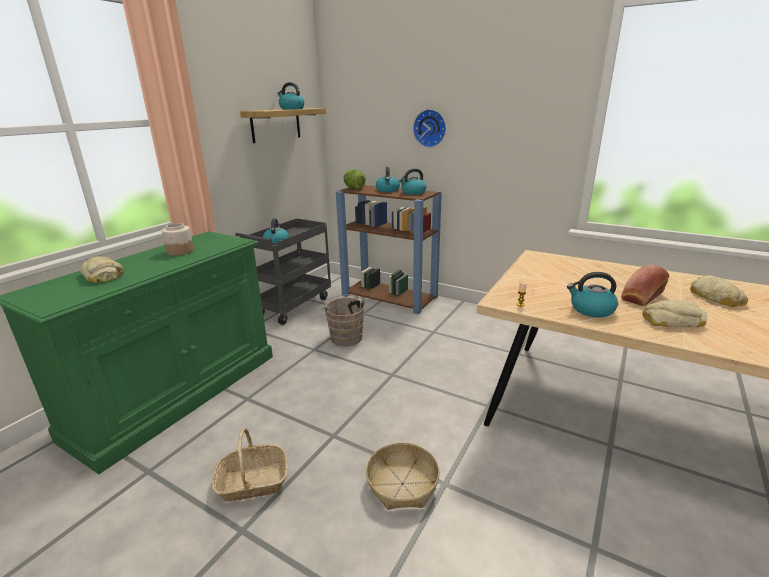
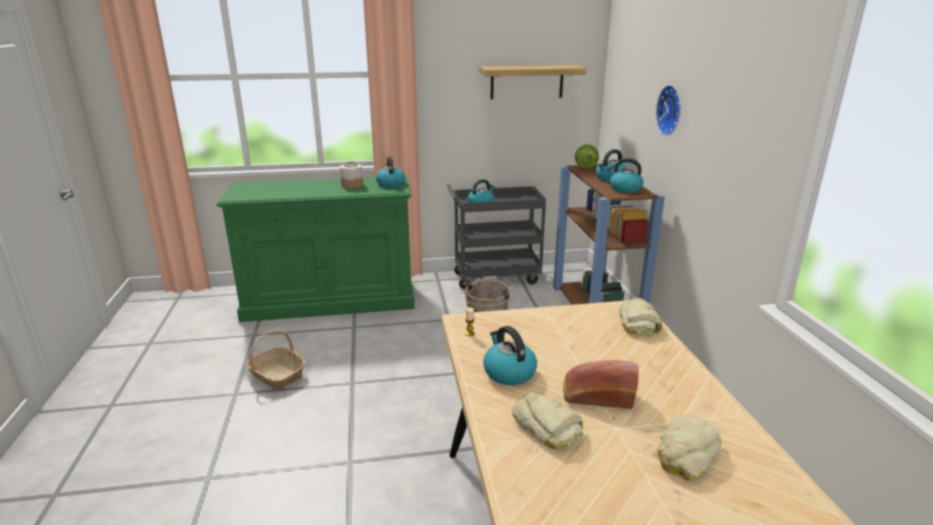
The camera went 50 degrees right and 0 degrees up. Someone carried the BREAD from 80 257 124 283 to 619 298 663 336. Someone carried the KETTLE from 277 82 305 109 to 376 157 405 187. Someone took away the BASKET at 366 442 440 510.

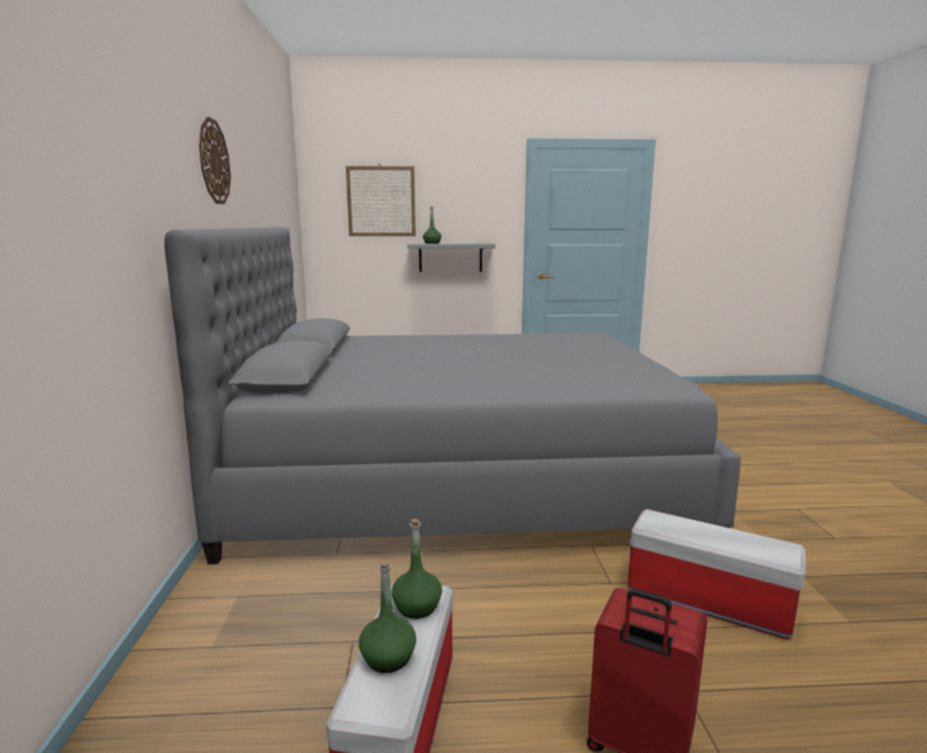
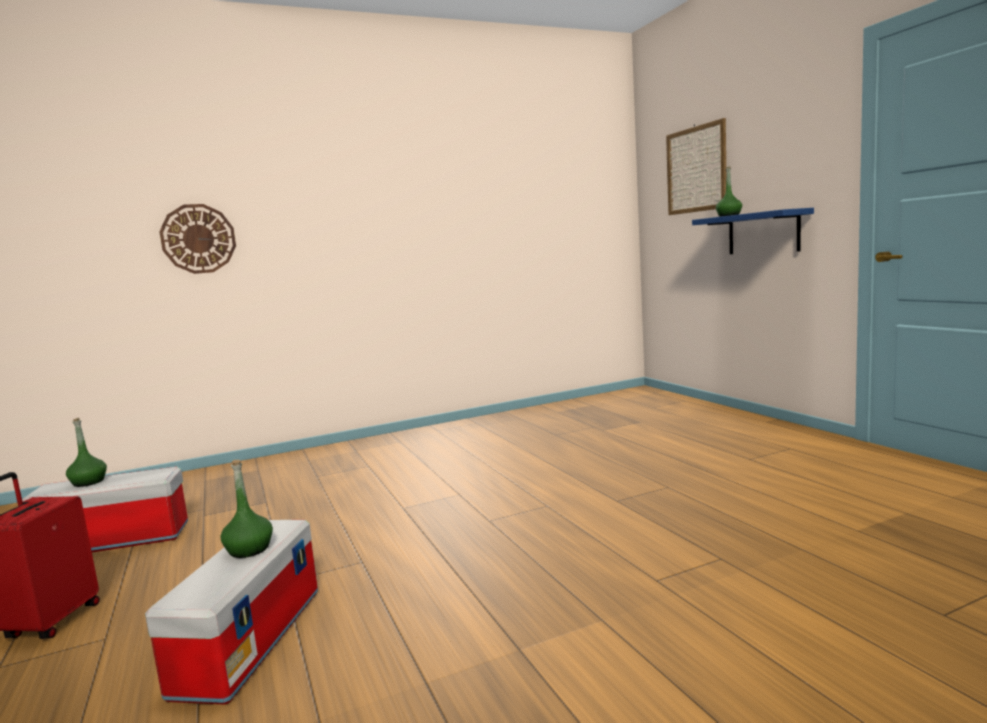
The camera went 70 degrees right and 5 degrees down. Someone took away the GREY BED at 164 227 741 564. Someone carried the WALL CLOCK from 199 117 231 204 to 159 204 236 274. Someone carried the GREEN BOTTLE from 392 519 442 619 to 221 460 273 558. Someone repainted the GREY SHELF at 407 243 496 272, which became the BLUE SHELF at 692 208 814 254.

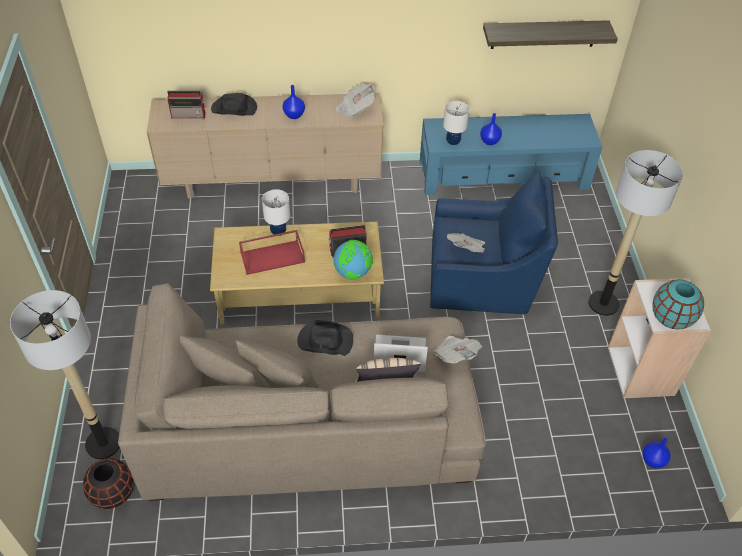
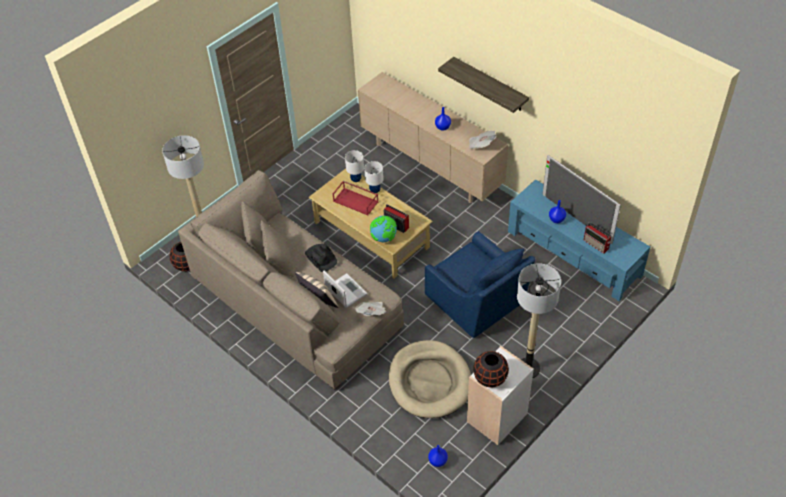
The camera went 50 degrees right and 0 degrees up. Someone carried the RADIO from 167 91 206 119 to 584 223 612 254. Someone took away the BLACK HAT at 211 93 257 116. Someone carried the WHITE TABLE LAMP from 443 101 470 145 to 345 150 364 182. Someone took away the NEWSPAPER at 447 233 485 253. Someone carried the SHELF from 483 20 618 49 to 438 57 529 113. Someone repainted the TURQUOISE VASE at 653 279 704 329, which became the BLACK VASE at 473 351 509 388. Someone put down the BEIGE DOG BED at 389 340 471 418. Someone put down the TELEVISION at 542 155 621 244.

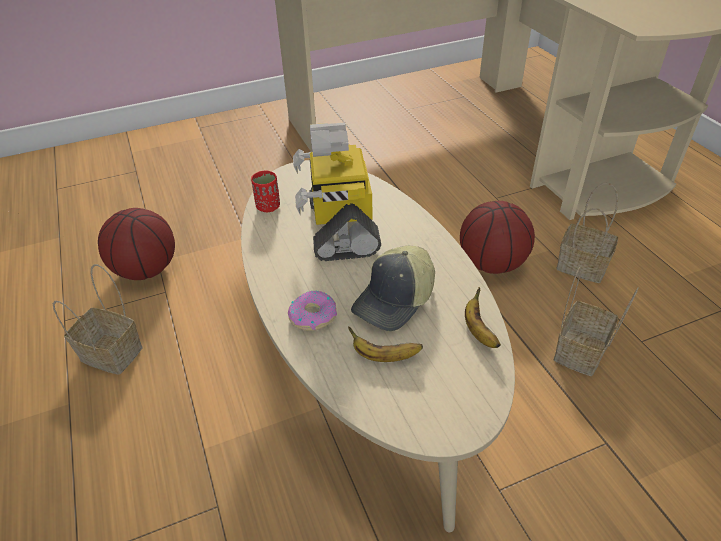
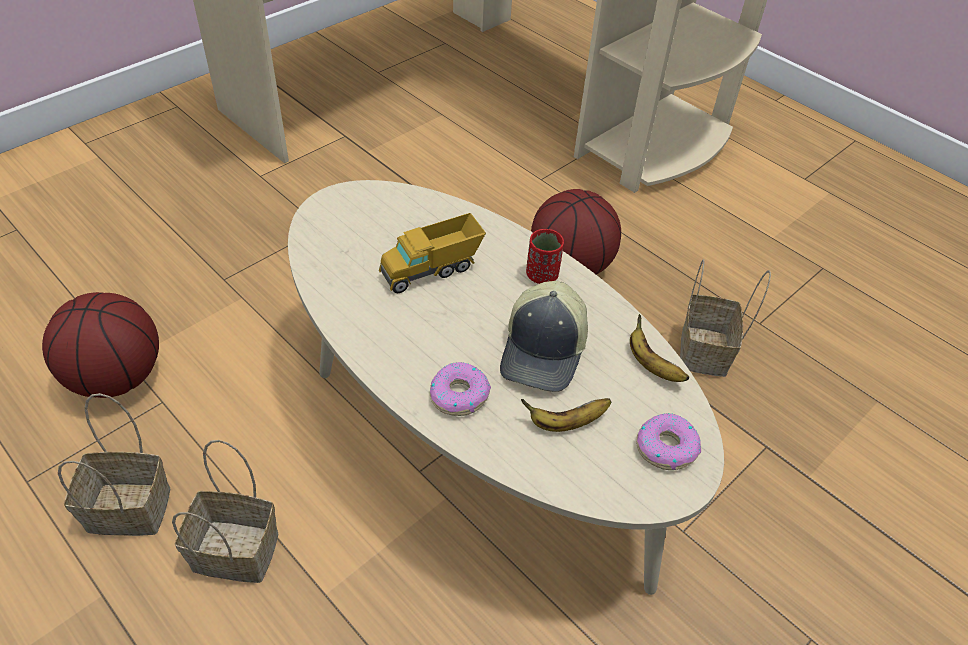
The camera went 25 degrees left and 5 degrees up. Someone carried the RED CUP from 251 171 280 212 to 526 229 564 284. Someone swapped the TOY ROBOT at 293 123 381 261 for the TOY TRUCK at 379 213 486 293. Someone carried the BASKET from 556 183 618 283 to 172 440 278 583. Someone put down the DONUT at 636 413 701 470.

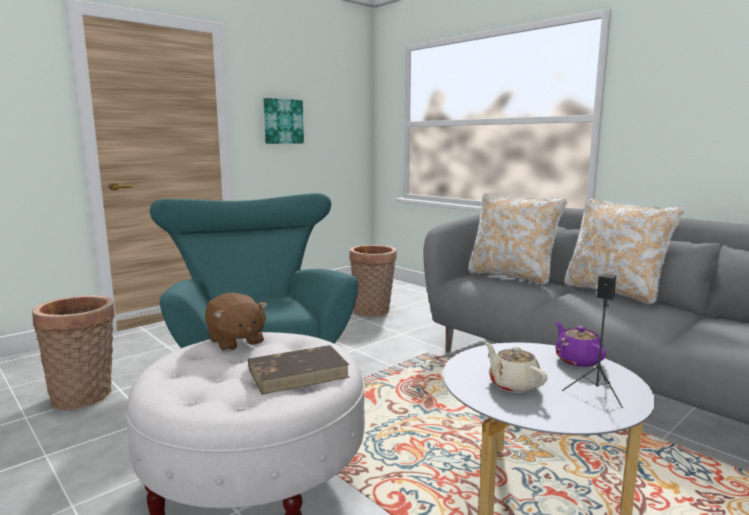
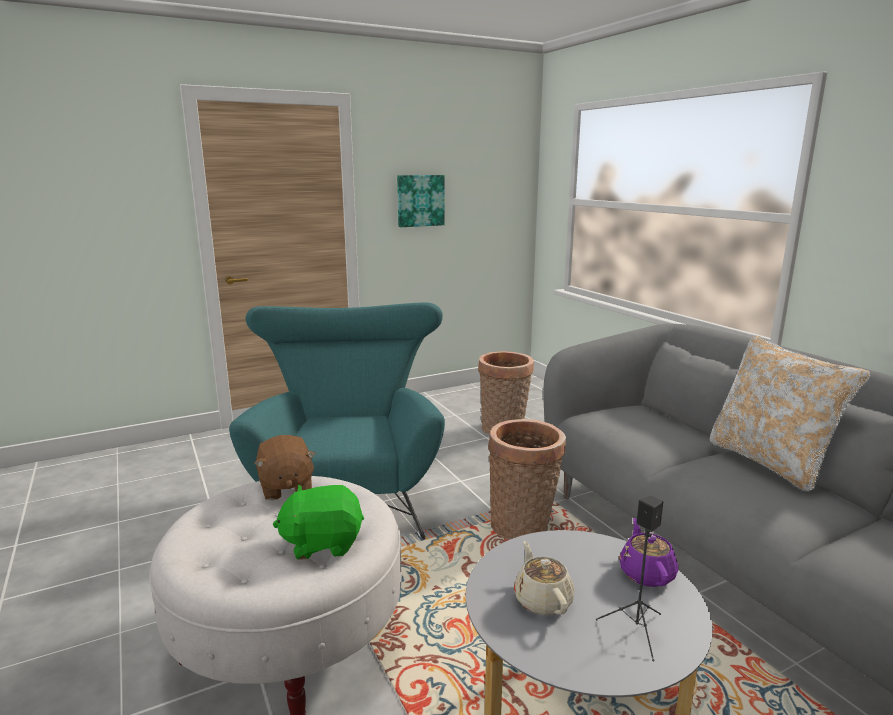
The camera went 15 degrees right and 5 degrees up. Someone carried the BASKET from 32 295 115 410 to 488 419 566 540. Someone swapped the BROWN BOOK at 248 345 350 395 for the GREEN PLUSH TOY at 272 485 364 560. Someone took away the WHITE PILLOW at 468 192 568 285.

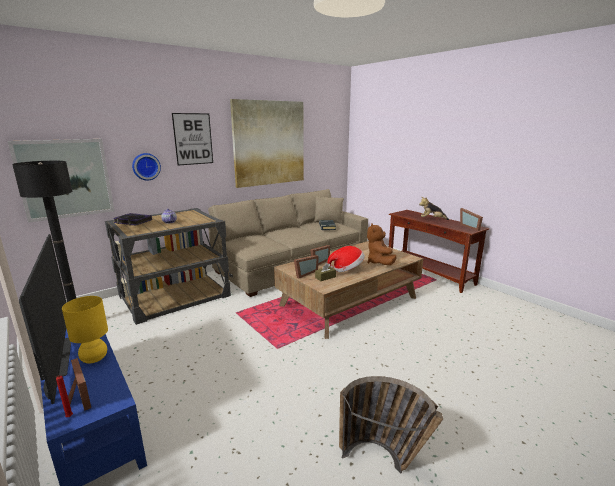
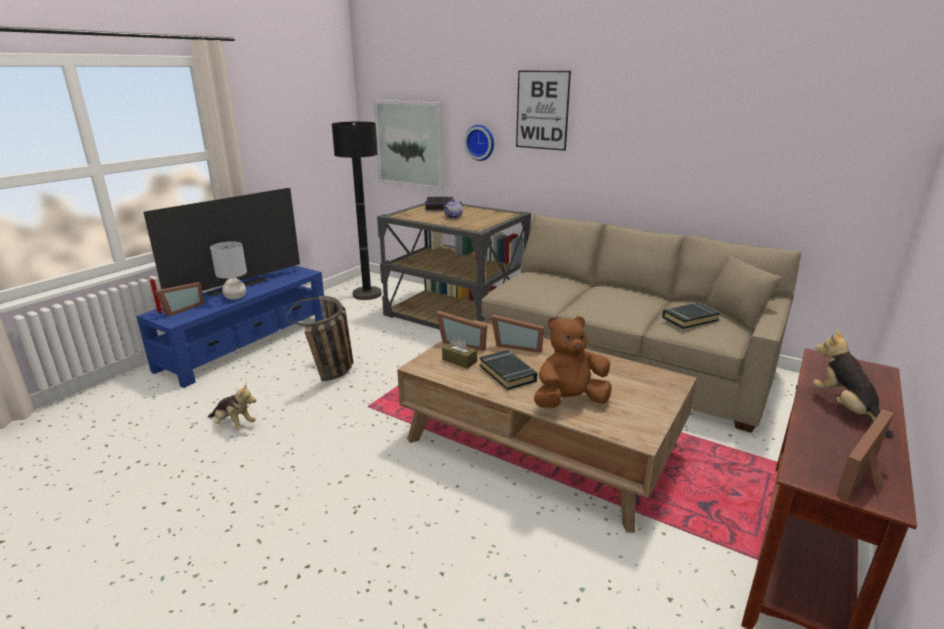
The camera went 70 degrees right and 5 degrees up. Someone repainted the YELLOW TABLE LAMP at 62 296 108 363, which became the GREY TABLE LAMP at 210 242 247 300. Someone took away the PICTURE at 230 99 304 188. Someone swapped the HAT at 327 246 365 272 for the BLACK BOOK at 479 350 537 390. Someone carried the BASKET from 339 376 443 473 to 287 296 353 381. Someone put down the PLUSH TOY at 208 384 256 429.

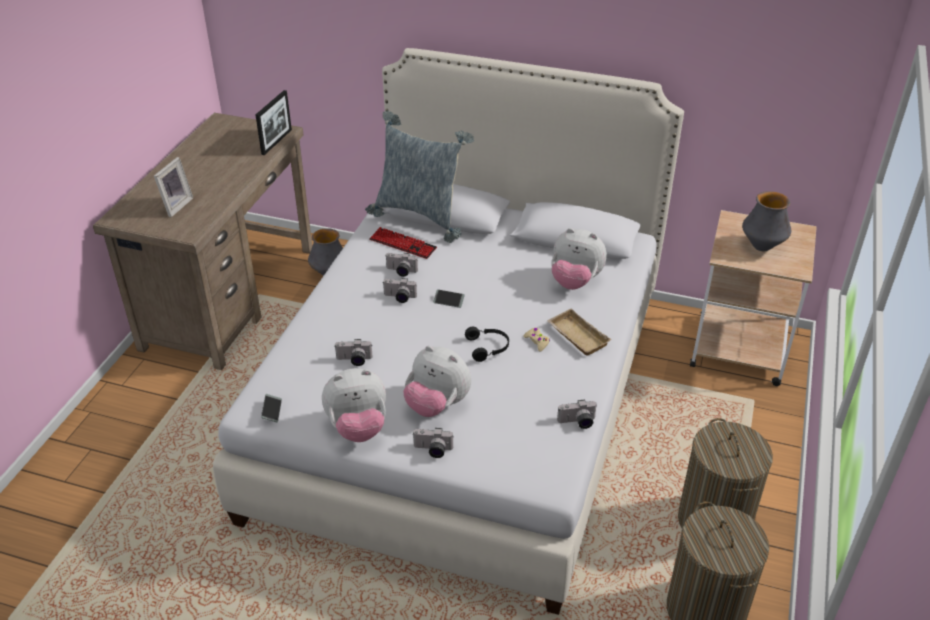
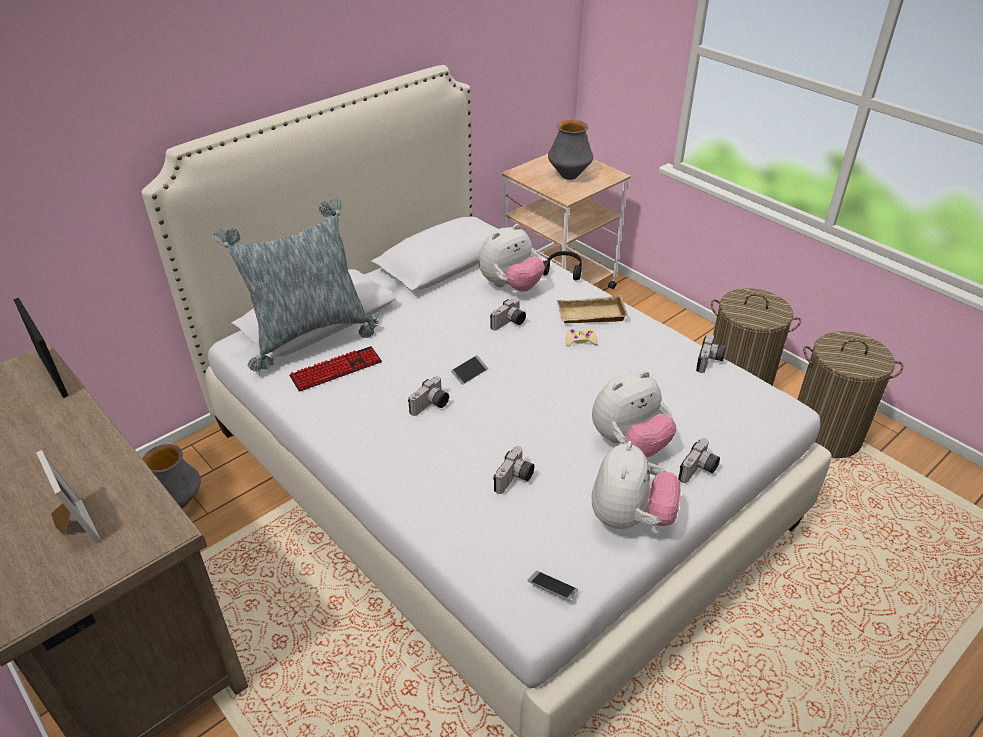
The camera went 60 degrees left and 0 degrees up. Someone carried the PHOTO CAMERA from 385 253 418 277 to 490 298 526 331. Someone carried the BLACK HEADPHONES from 465 327 509 362 to 543 251 582 280.

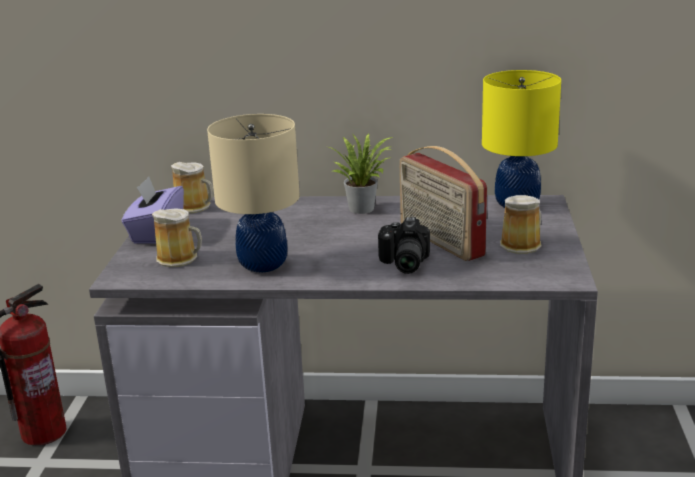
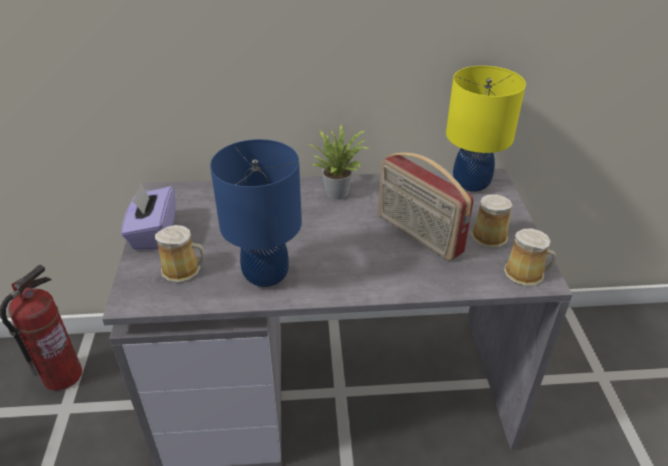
The camera went 10 degrees left and 15 degrees up. Someone carried the MUG from 171 162 213 213 to 504 228 556 286. Someone repainted the BEIGE TABLE LAMP at 207 114 300 273, which became the BLUE TABLE LAMP at 210 139 302 287. Someone took away the PHOTO CAMERA at 378 217 430 274.

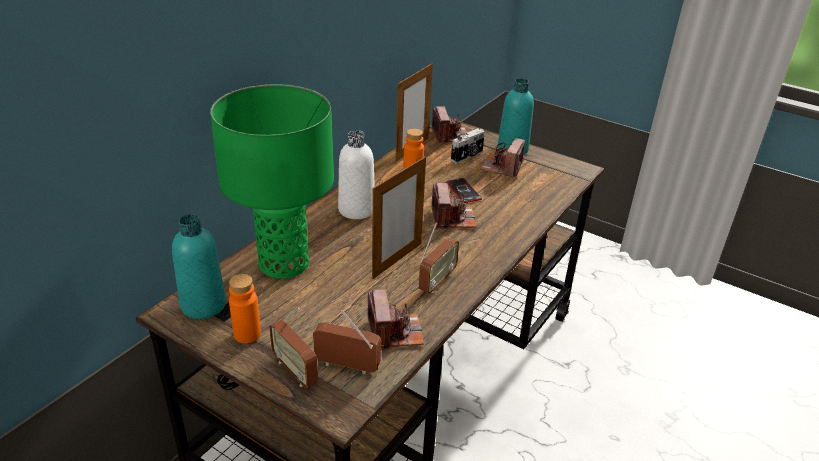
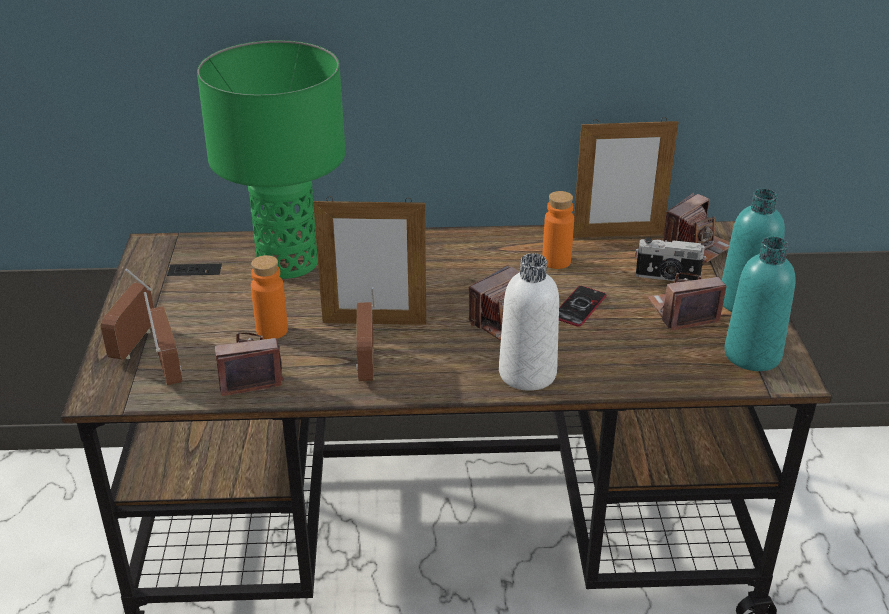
The camera went 55 degrees right and 0 degrees up. Someone carried the TURQUOISE BOTTLE from 172 214 226 319 to 724 237 796 371. Someone carried the ORANGE BOTTLE from 229 274 261 343 to 251 255 288 339. Someone carried the WHITE BOTTLE from 338 130 375 219 to 499 253 559 391. Someone rotated the PHOTO CAMERA at 368 289 424 351 by 150 degrees counterclockwise. Someone rotated the RADIO at 419 223 459 293 by 90 degrees clockwise.

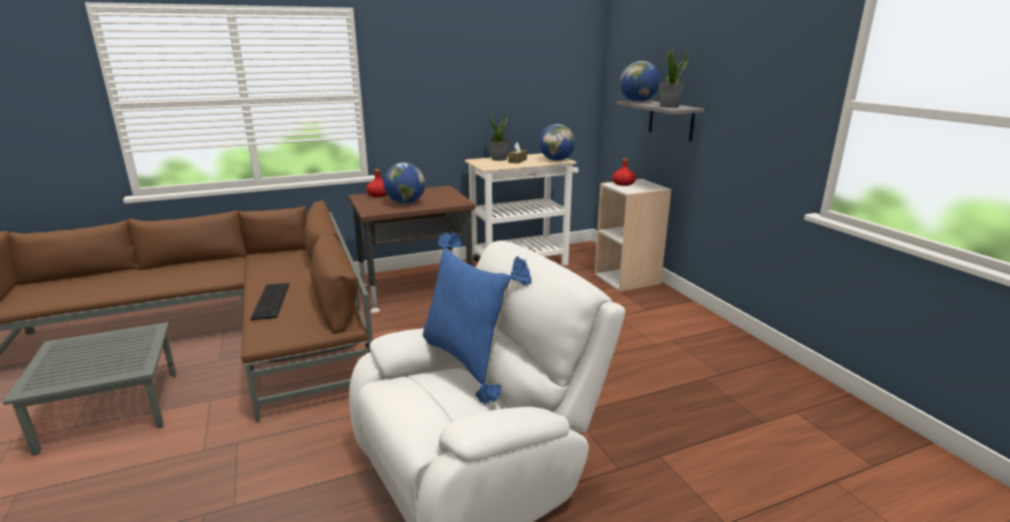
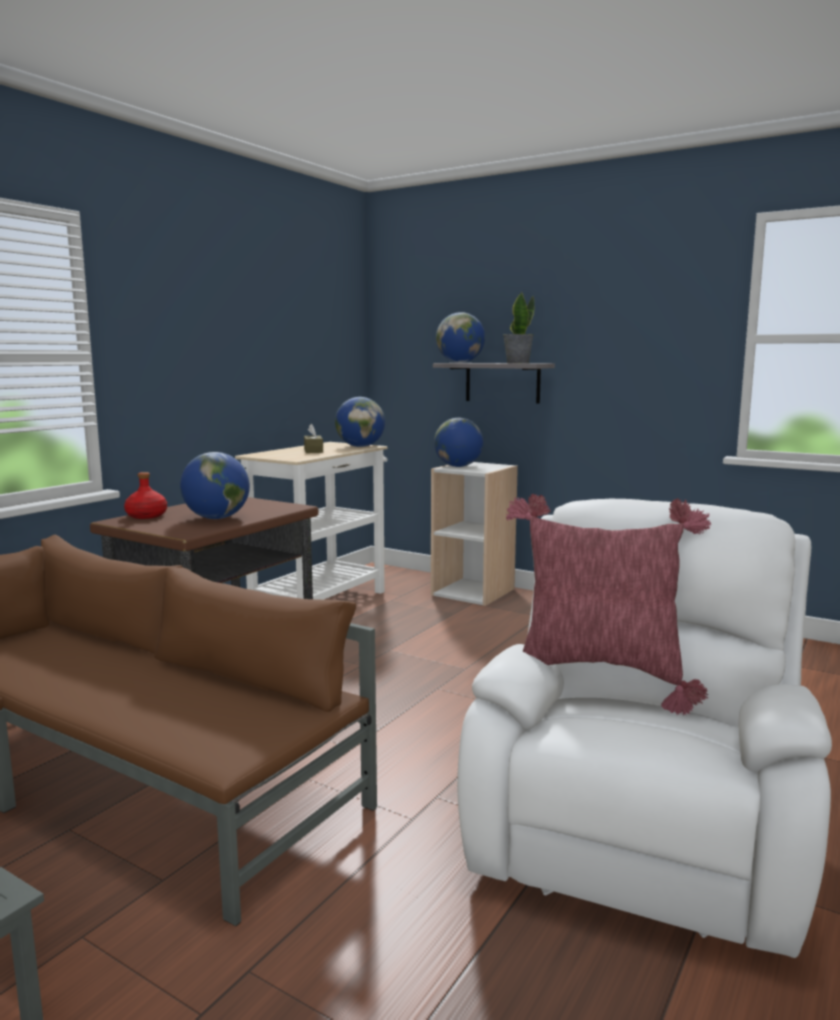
The camera went 35 degrees left and 10 degrees down. Someone took away the KEYBOARD at 250 283 289 320. Someone repainted the BLUE PILLOW at 423 232 532 405, which became the RED PILLOW at 506 494 711 716. Someone took away the POTTED PLANT at 489 112 510 161. Someone swapped the RED BOTTLE at 612 159 636 186 for the GLOBE at 434 418 483 467.

